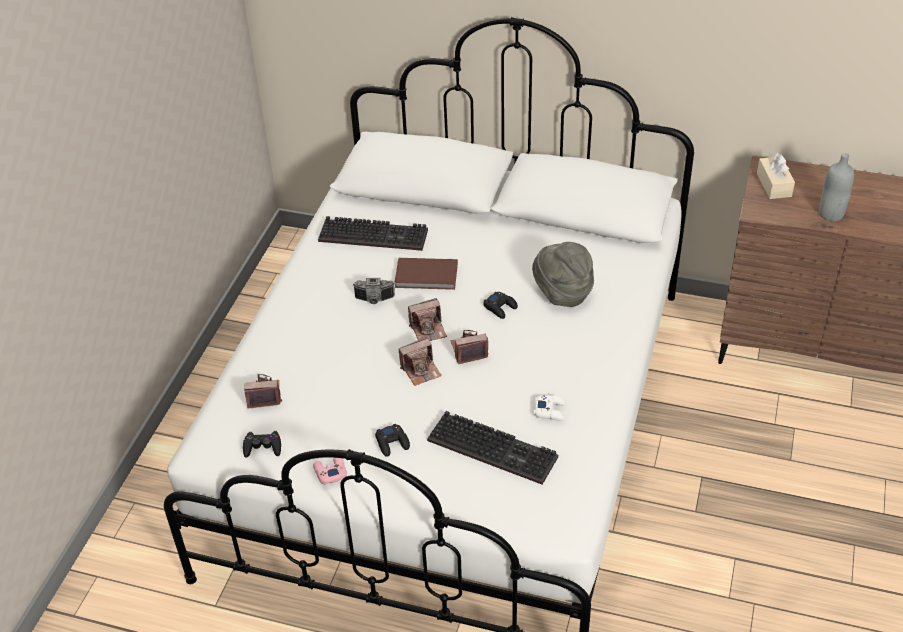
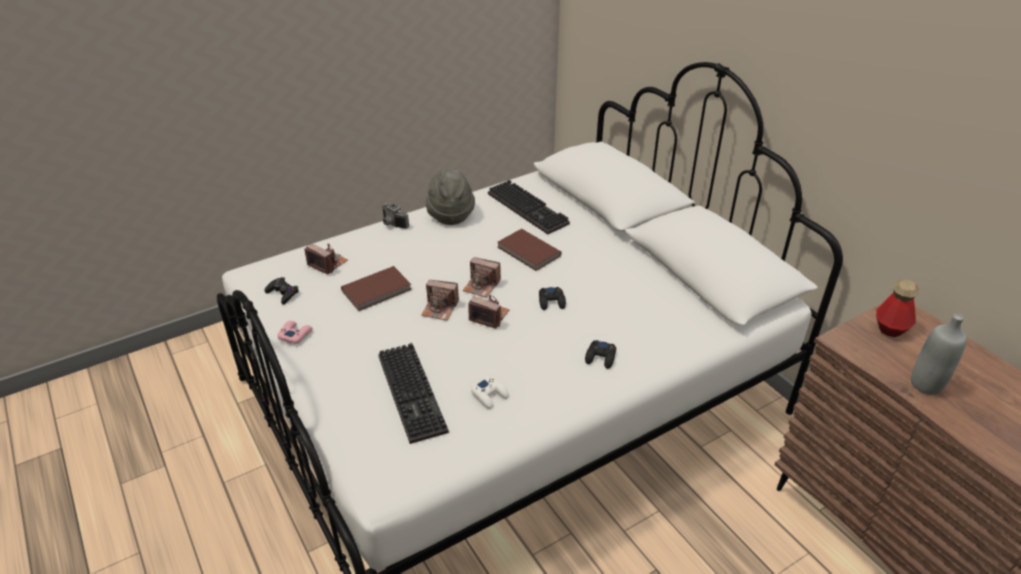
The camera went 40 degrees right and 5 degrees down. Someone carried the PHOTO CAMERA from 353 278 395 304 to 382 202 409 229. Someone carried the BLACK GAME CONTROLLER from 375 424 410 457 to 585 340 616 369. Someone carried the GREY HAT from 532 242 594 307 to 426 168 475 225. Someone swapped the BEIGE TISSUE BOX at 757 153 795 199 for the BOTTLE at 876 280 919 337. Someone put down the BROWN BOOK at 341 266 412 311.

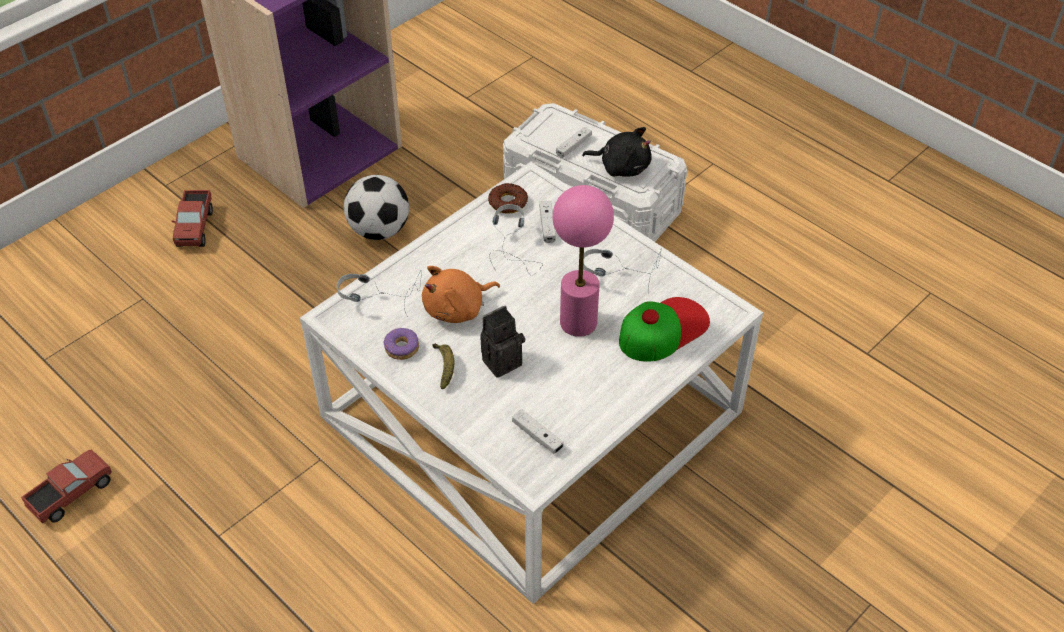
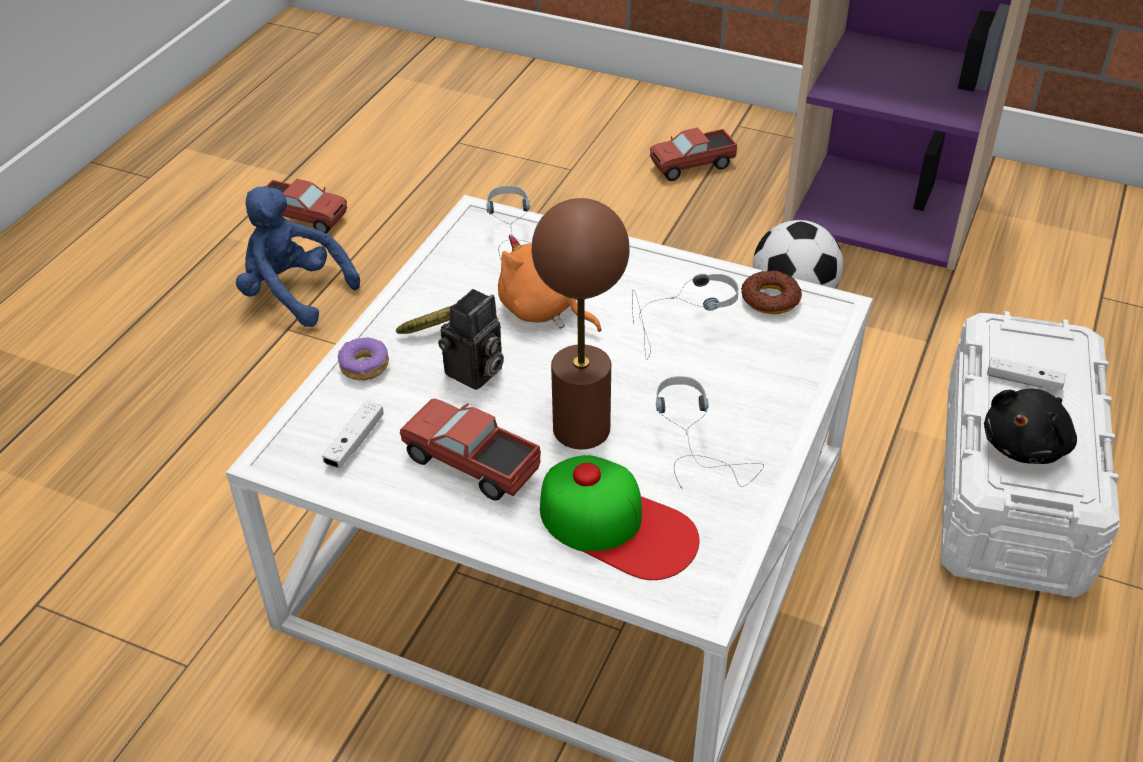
The camera went 70 degrees right and 5 degrees down. Someone carried the DONUT from 384 328 419 360 to 337 337 389 380. Someone rotated the PHOTO CAMERA at 480 306 525 378 by 90 degrees clockwise. Someone took away the WHITE GAME CONTROLLER at 539 201 556 243. Someone repainted the PINK TABLE LAMP at 553 185 614 337, which became the BROWN TABLE LAMP at 532 198 630 449. Someone rotated the BLACK PLUSH TOY at 582 127 652 177 by 45 degrees clockwise. Someone put down the BLUE PLUSH TOY at 236 186 360 327. Someone put down the TOY TRUCK at 400 399 541 501.

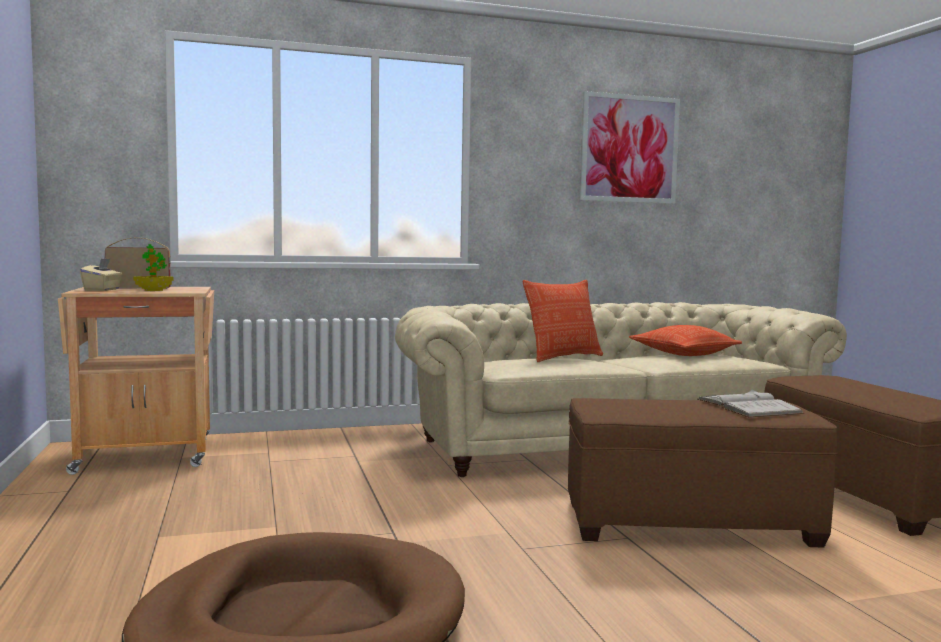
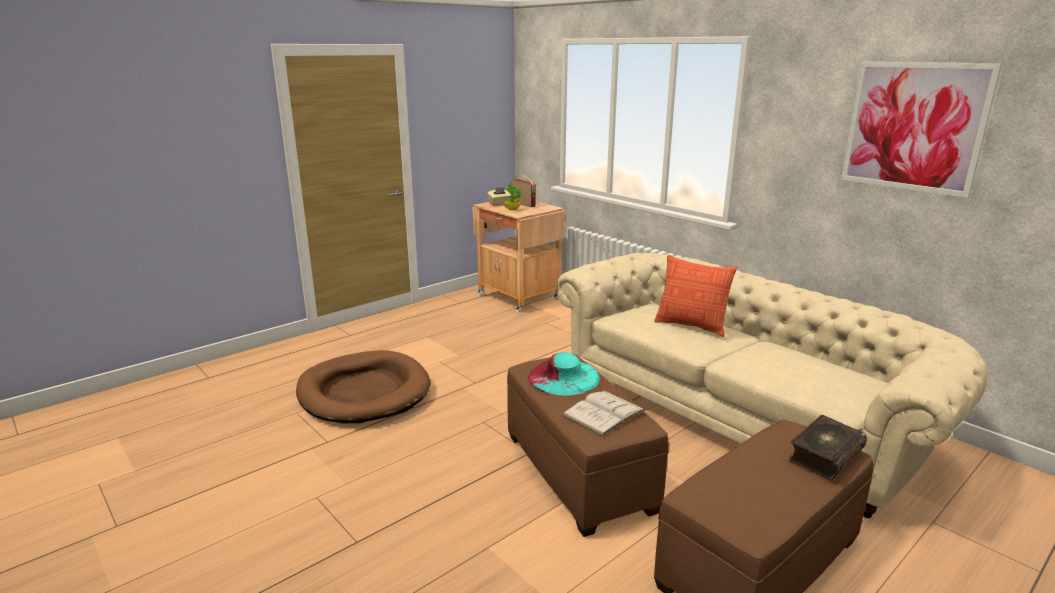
The camera went 65 degrees right and 15 degrees up. Someone took away the ORANGE PILLOW at 629 325 742 356. Someone put down the TURQUOISE HAT at 528 352 600 395. Someone put down the BOOK at 787 415 867 480.

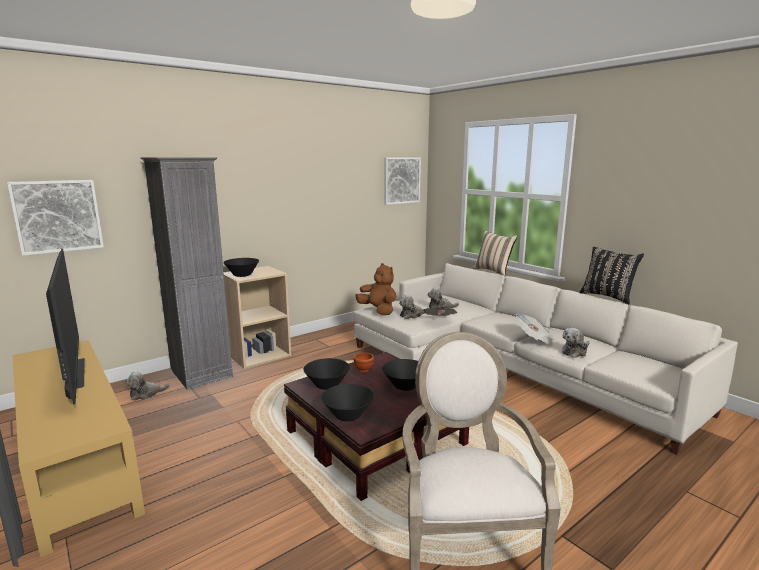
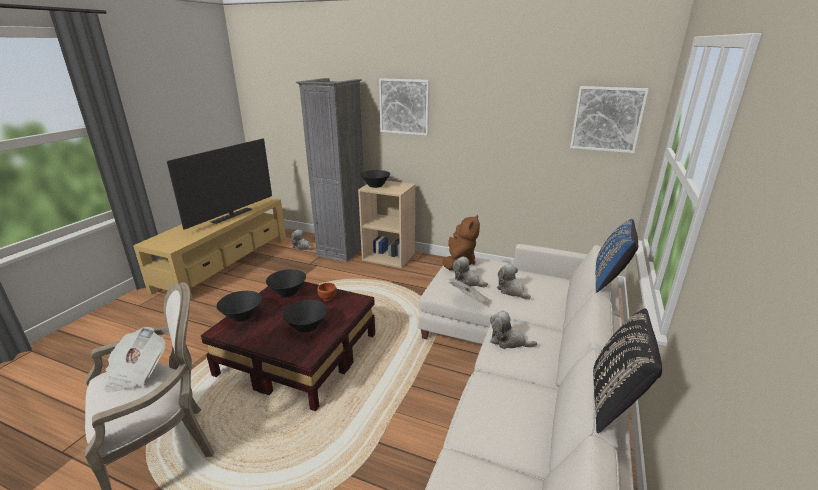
The camera went 60 degrees right and 10 degrees up. Someone carried the PICTURE from 7 180 104 256 to 379 78 430 136. Someone repainted the BEIGE PILLOW at 474 231 517 276, which became the BLUE PILLOW at 596 219 638 293. Someone carried the NEWSPAPER from 516 313 553 346 to 105 327 166 392. Someone carried the PLUSH TOY from 562 328 590 358 to 490 310 537 349.

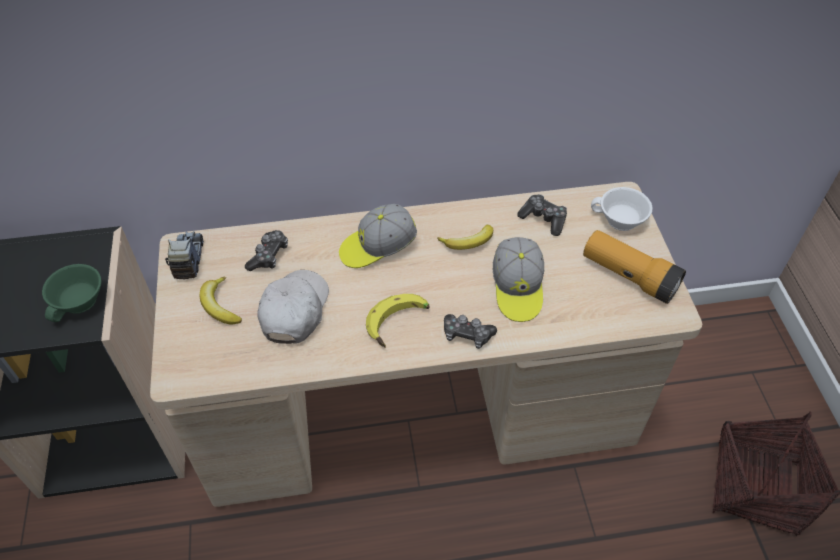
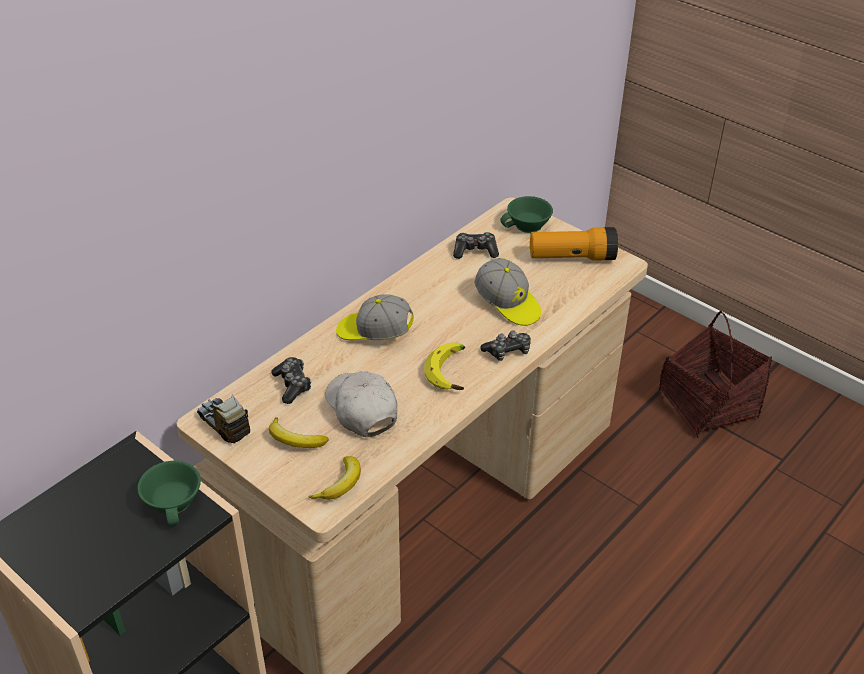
The camera went 40 degrees left and 10 degrees down. Someone rotated the CAP at 339 204 417 268 by 75 degrees clockwise. Someone carried the BANANA from 437 225 493 250 to 308 456 361 500. Someone repainted the WHITE CUP at 591 187 652 231, which became the GREEN CUP at 500 196 553 233.

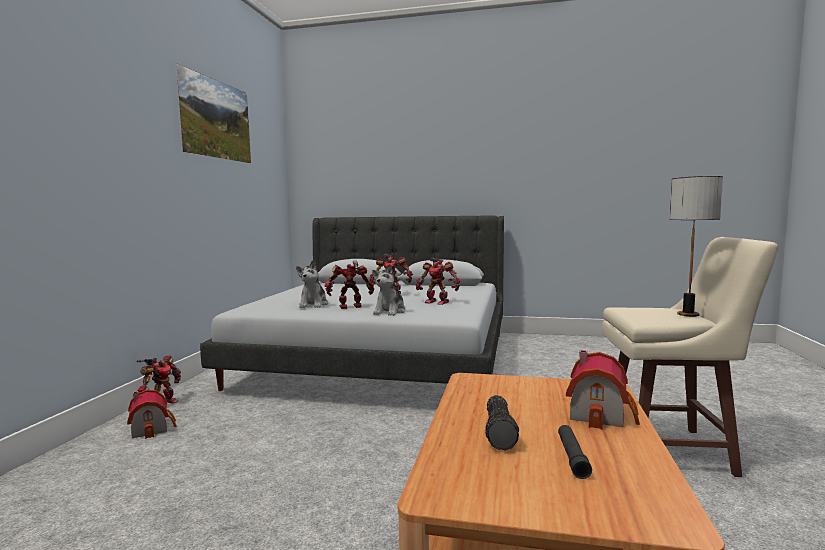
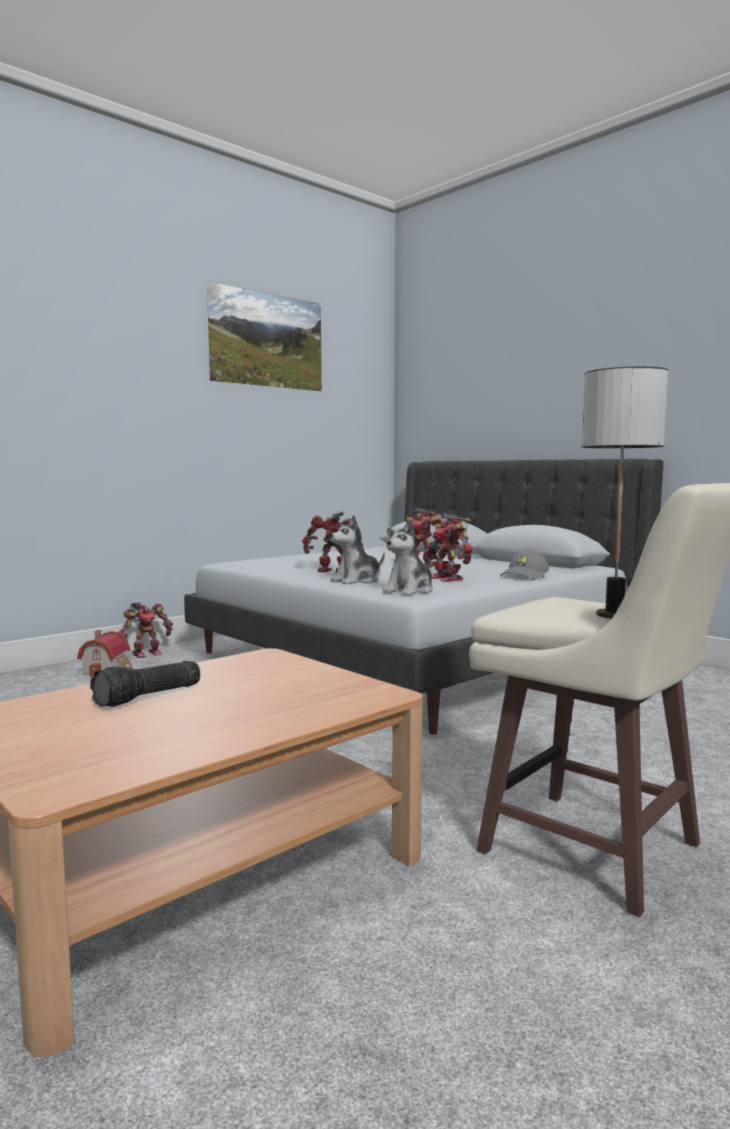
The camera went 35 degrees right and 0 degrees up. Someone carried the PLUSH TOY from 296 260 328 308 to 382 520 433 595. Someone took away the BLACK FLASHLIGHT at 558 425 592 479. Someone took away the TOY HOUSE at 566 350 640 430. Someone put down the GREY CAP at 500 550 549 580.

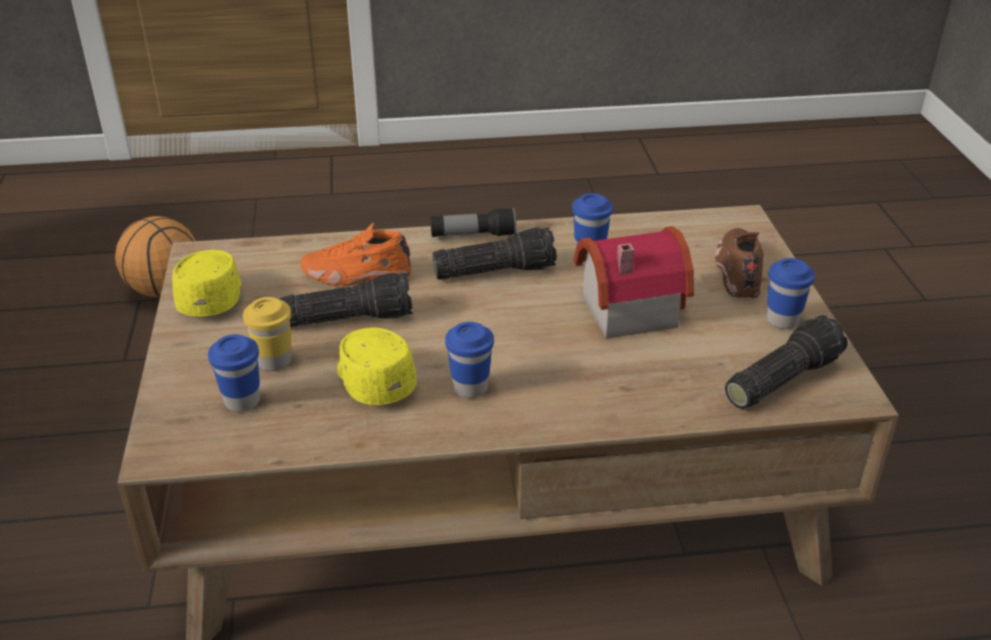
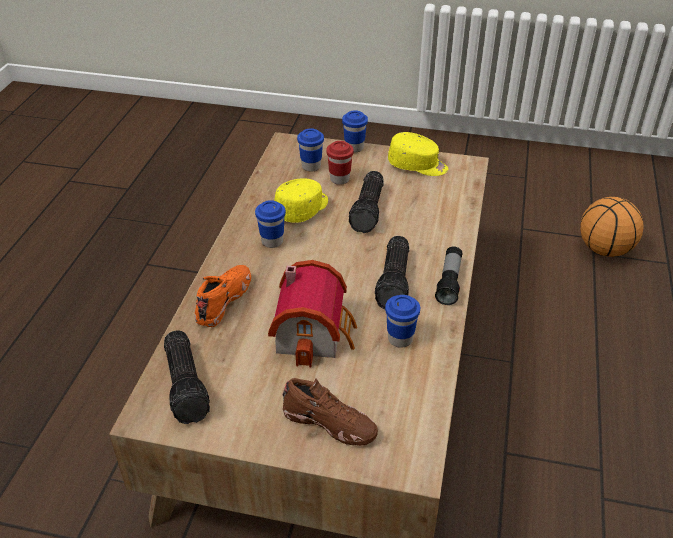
The camera went 110 degrees right and 5 degrees up. Someone repainted the YELLOW CUP at 243 297 291 371, which became the RED CUP at 326 141 354 185. Someone carried the ORANGE SHOE from 301 222 411 286 to 194 265 251 327. Someone rotated the YELLOW CAP at 337 328 417 405 by 45 degrees counterclockwise. Someone carried the BLUE CUP from 767 258 815 329 to 342 110 368 152.

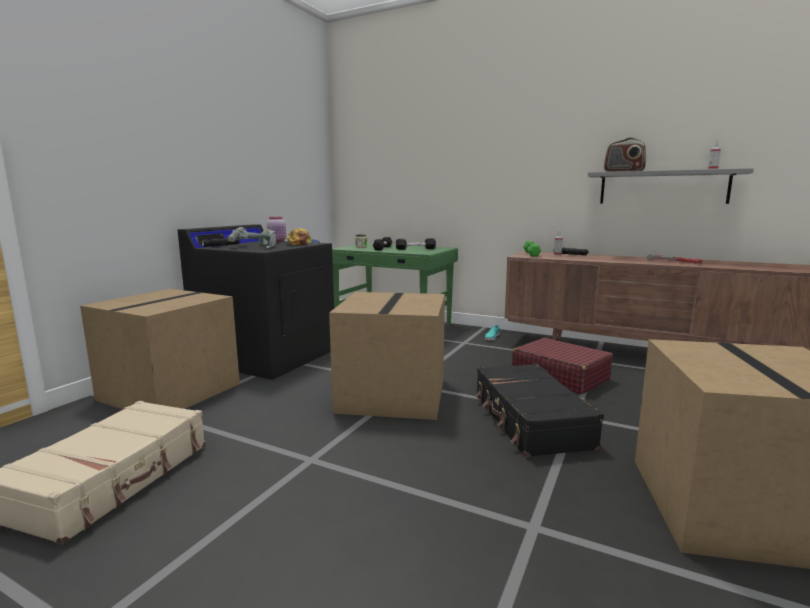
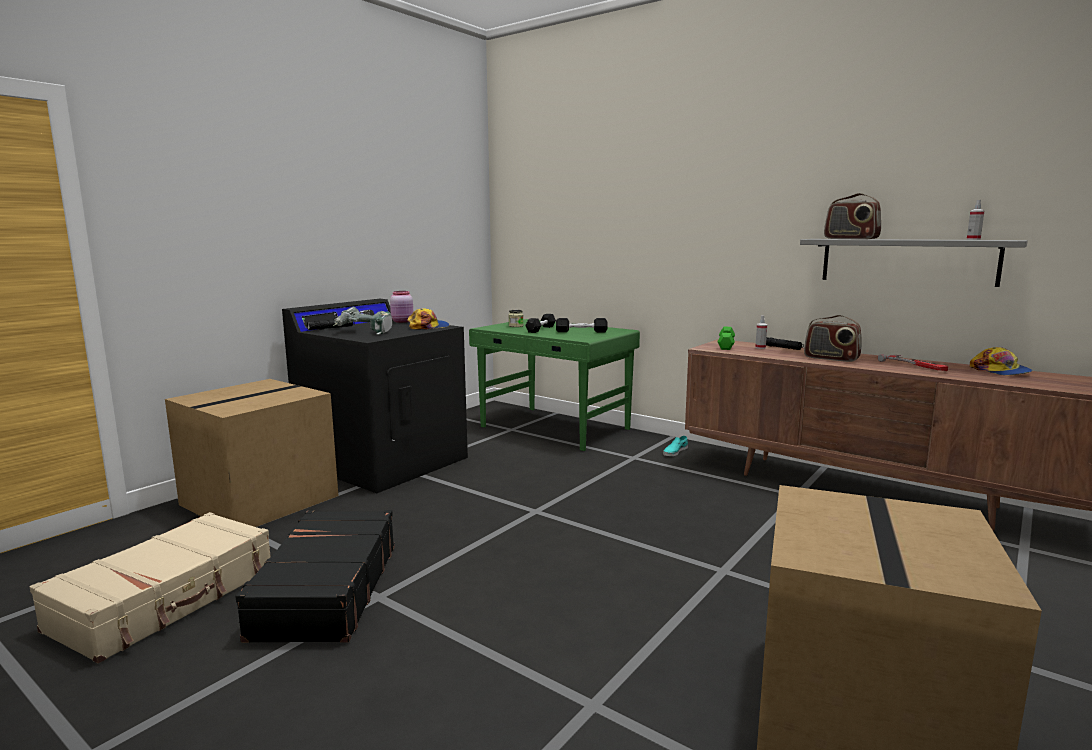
The camera went 10 degrees right and 0 degrees up. Someone took away the CARDBOARD BOX at 329 292 445 420. Someone carried the BLACK SUITCASE from 475 363 604 457 to 235 510 395 643. Someone took away the RED SUITCASE at 512 338 613 395. Someone put down the RADIO at 804 315 862 362. Someone put down the CAP at 970 347 1033 375.

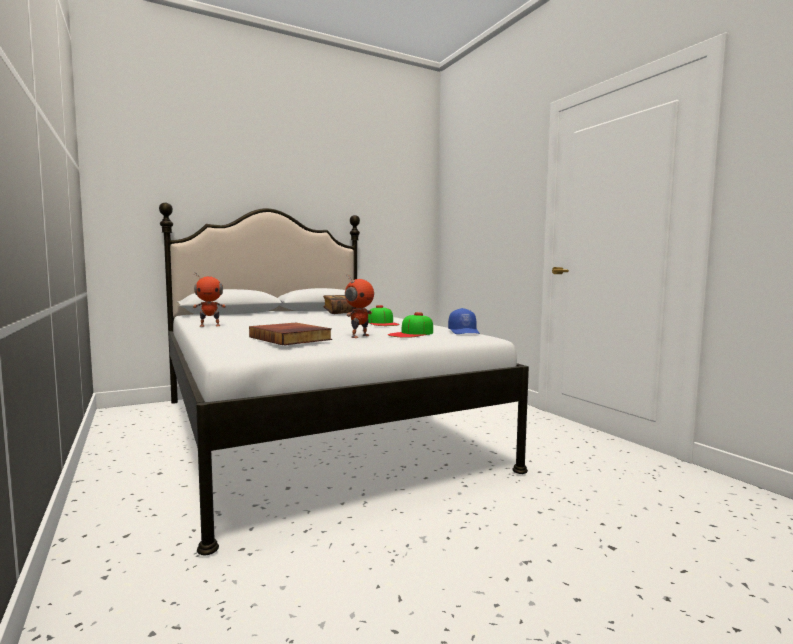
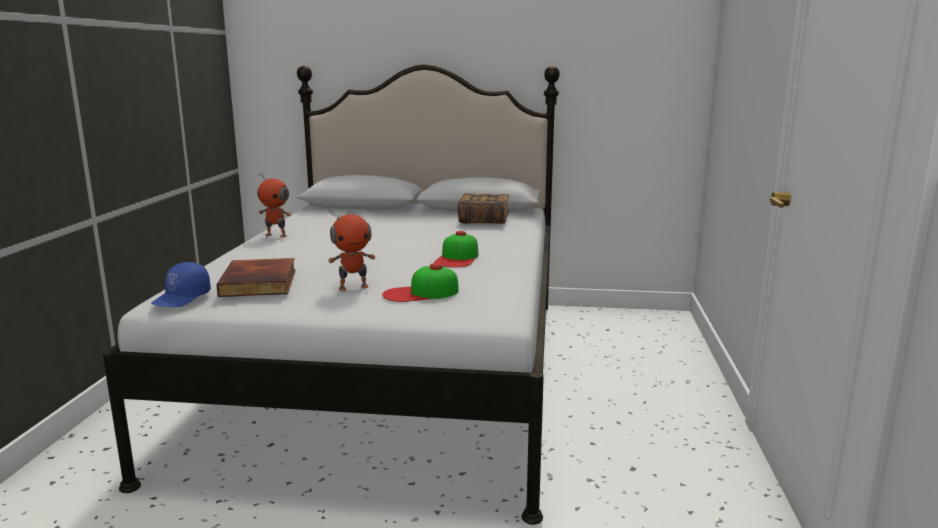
The camera went 35 degrees right and 10 degrees up. Someone carried the BLUE CAP from 448 308 480 334 to 151 262 211 307.

